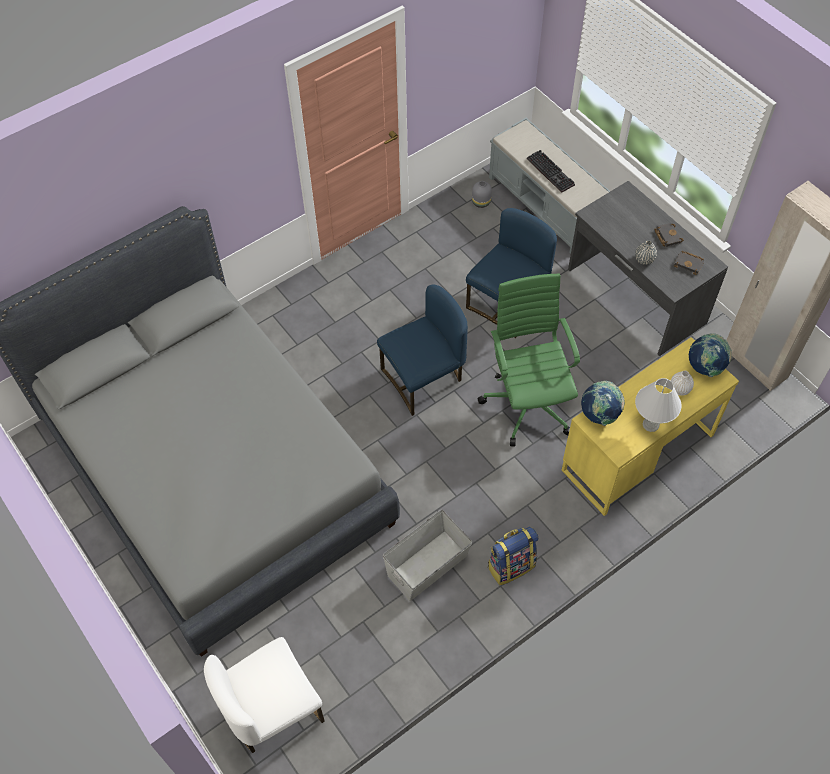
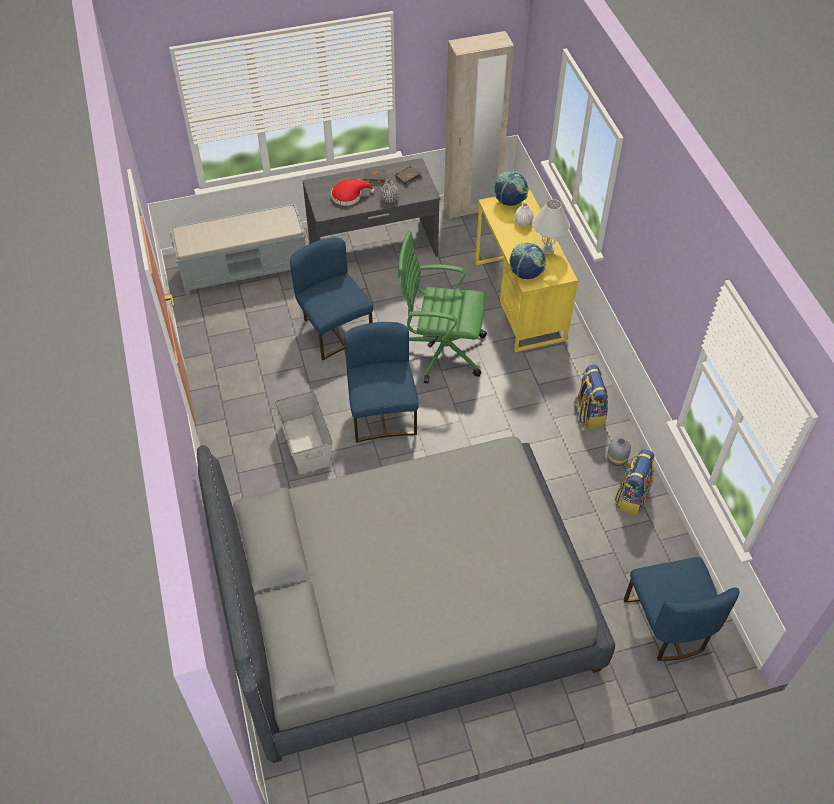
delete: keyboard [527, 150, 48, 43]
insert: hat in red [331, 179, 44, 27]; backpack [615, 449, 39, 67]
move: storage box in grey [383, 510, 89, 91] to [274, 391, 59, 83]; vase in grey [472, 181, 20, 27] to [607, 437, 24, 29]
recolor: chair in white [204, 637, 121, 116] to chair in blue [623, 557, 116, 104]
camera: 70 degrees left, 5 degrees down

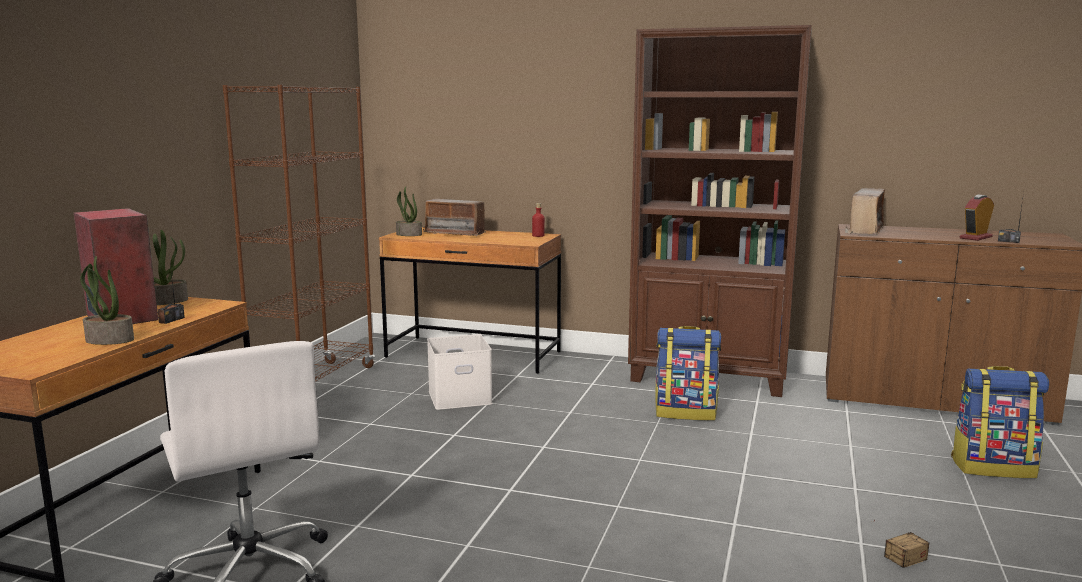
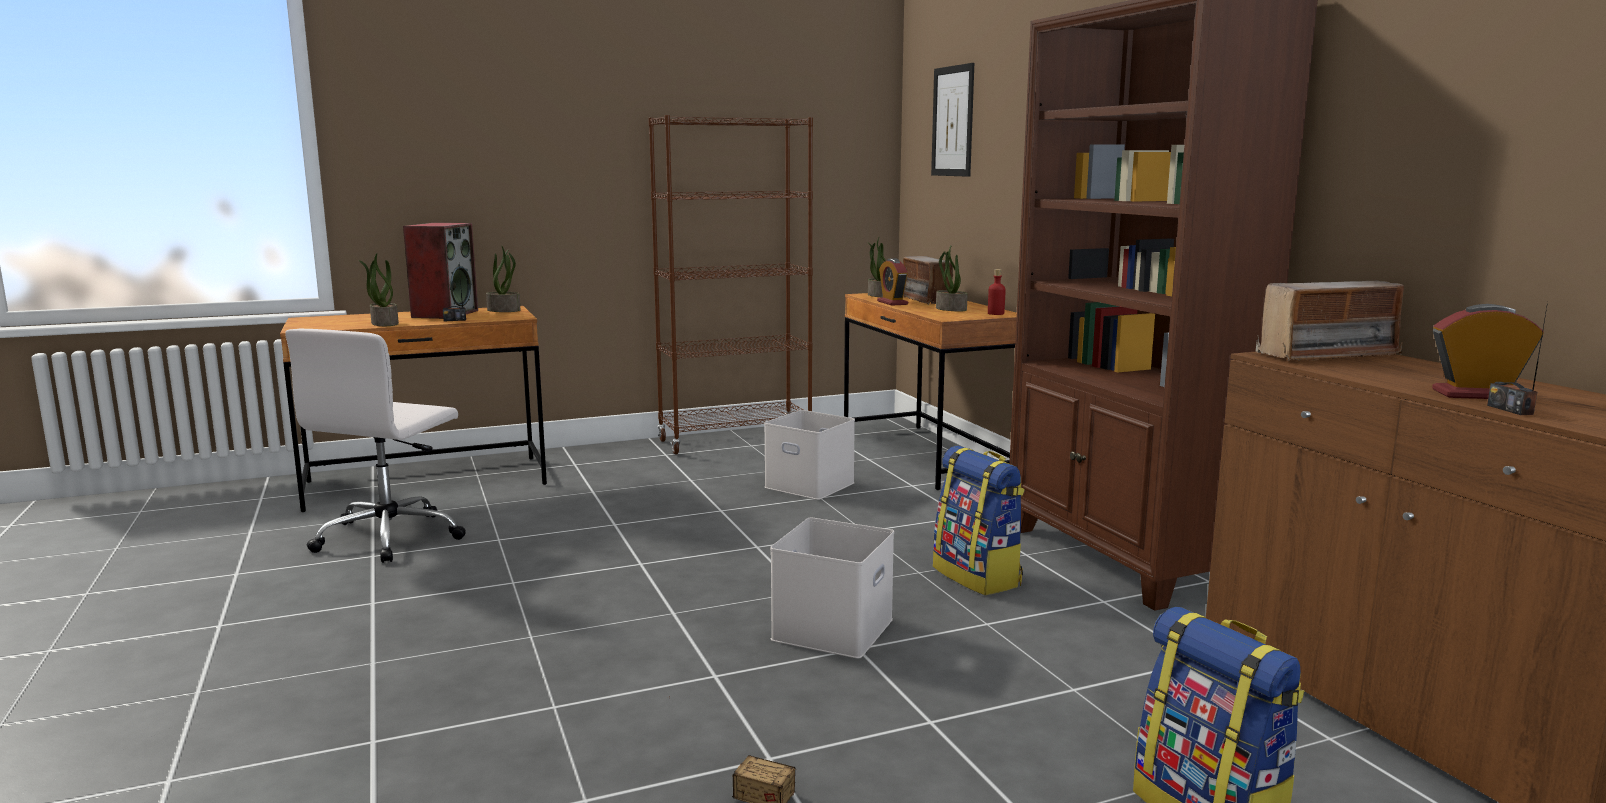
insert: storage box in white [770, 517, 124, 142]; alarm clock [877, 258, 31, 48]; picture [931, 63, 43, 114]; potted plant [936, 244, 32, 67]
camera: 50 degrees right, 0 degrees up

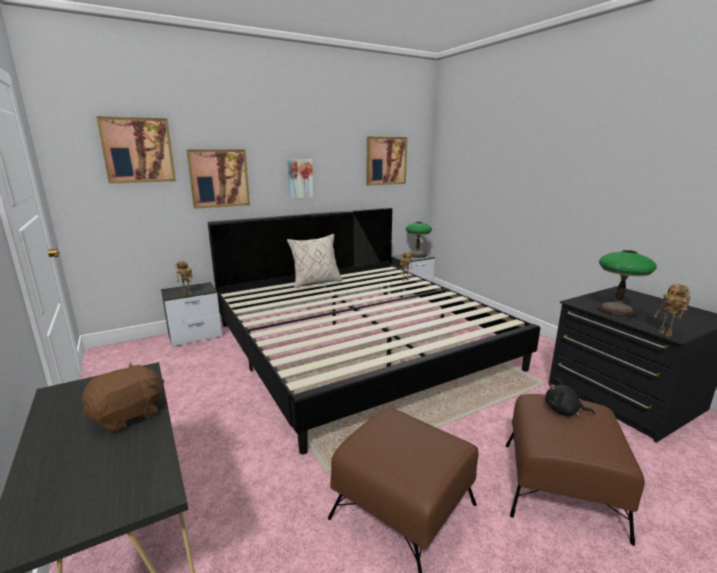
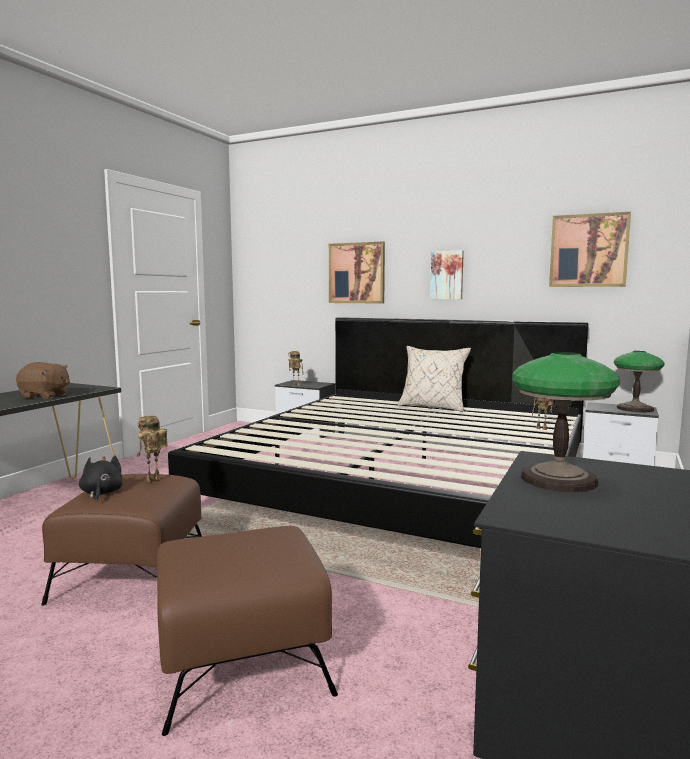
delete: picture [96, 116, 80, 68]
move: plush toy in black [545, 378, 50, 38] to [79, 456, 43, 45]; toy robot [654, 284, 37, 53] to [137, 416, 31, 66]
camera: 55 degrees right, 10 degrees down

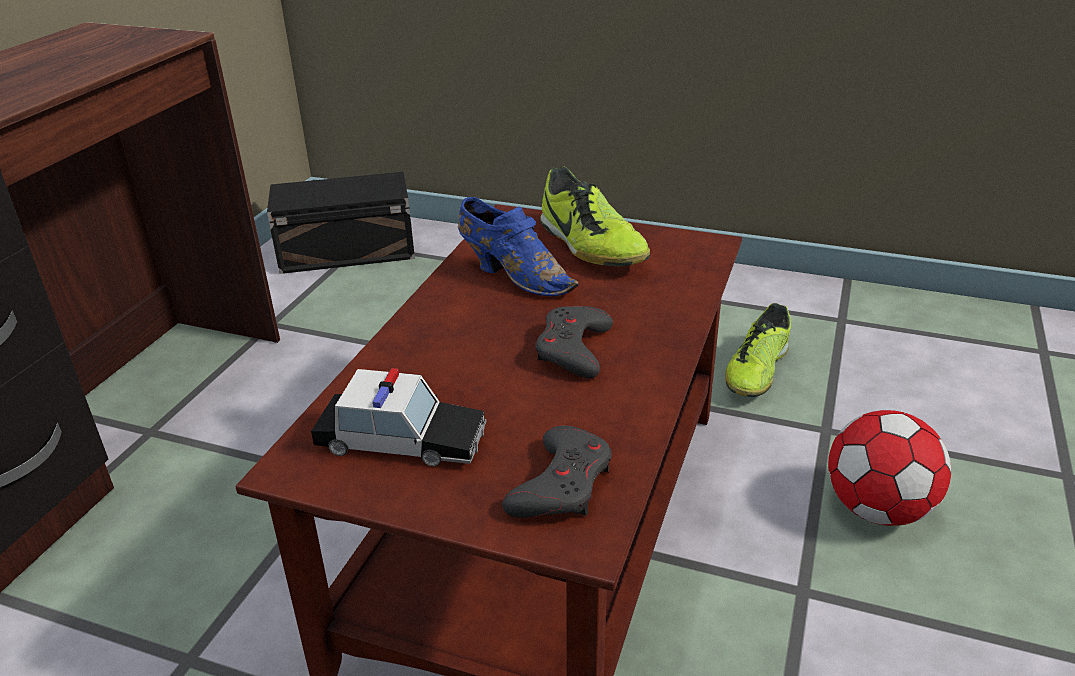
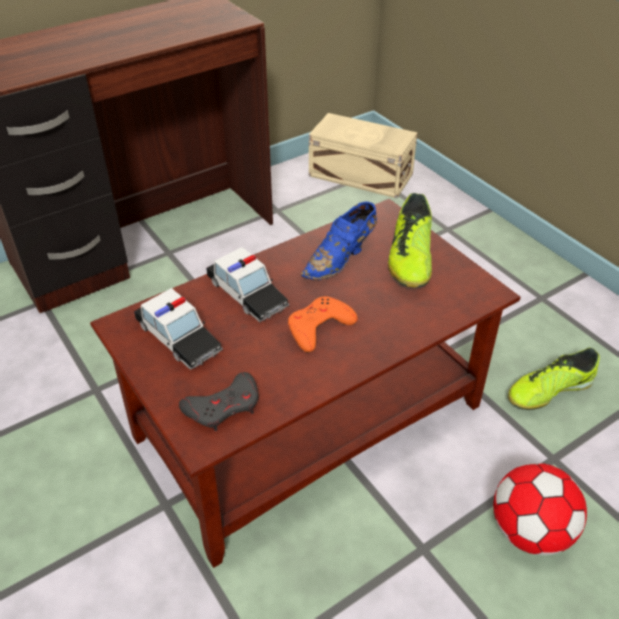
insert: toy car [206, 247, 83, 75]
recolor: game controller in grey [536, 306, 77, 73] to game controller in orange [288, 296, 70, 56]; storage box in black [267, 172, 148, 102] to storage box in beige [309, 113, 109, 85]
rotate: shoe in blue [458, 197, 121, 99] = [301, 202, 76, 78] 60 degrees clockwise
camera: 35 degrees right, 10 degrees up

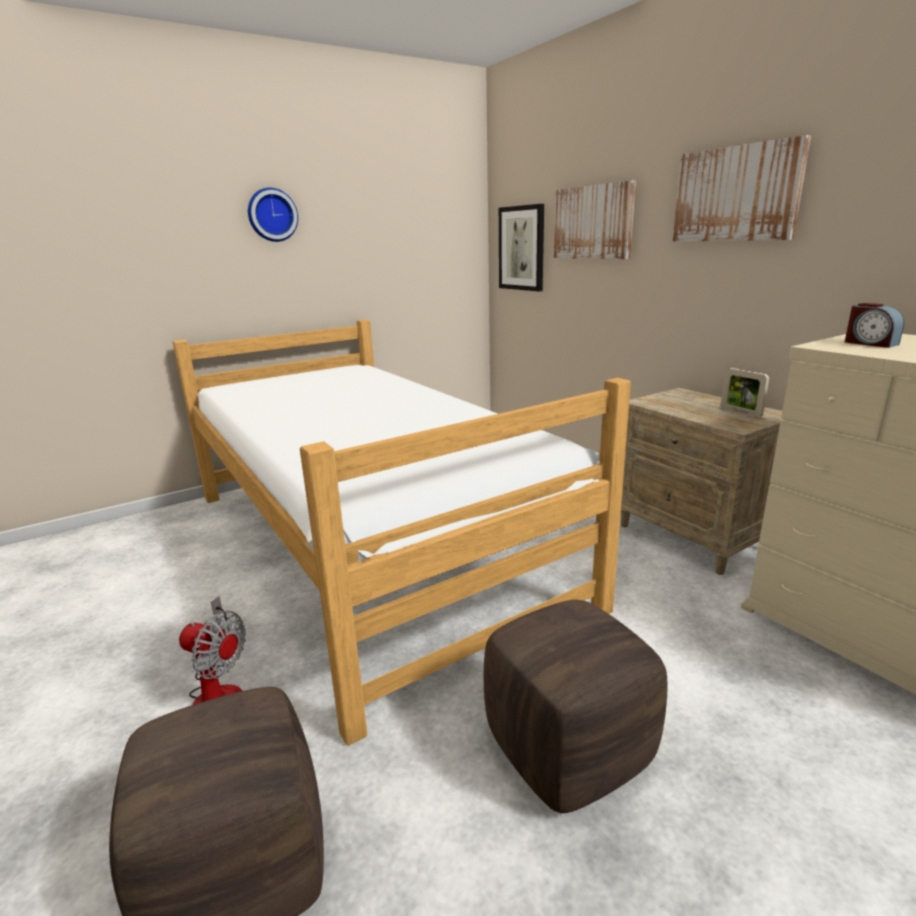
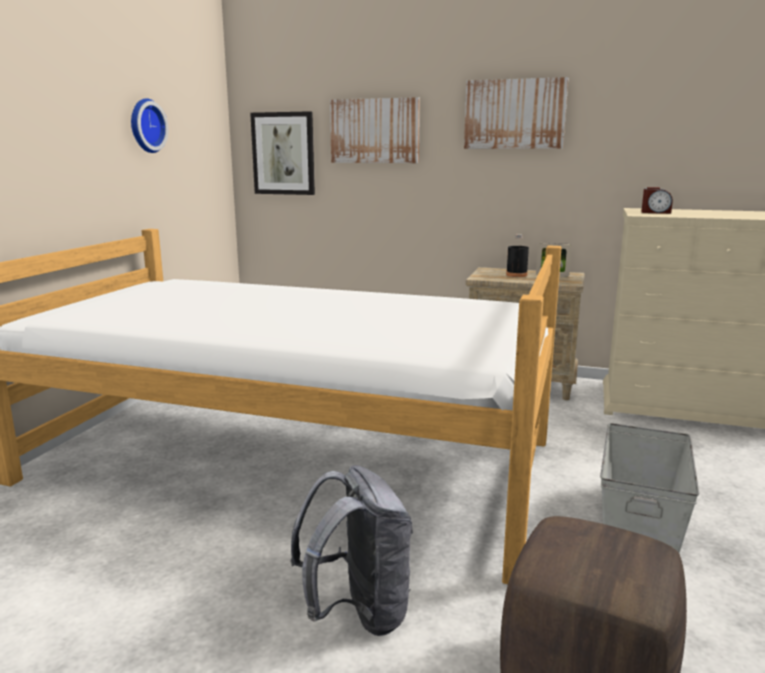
insert: bottle in black [506, 234, 23, 43]
move: wall clock [248, 188, 50, 54] to [131, 98, 37, 55]
replace: fan [179, 596, 67, 109] to backpack in grey [291, 465, 122, 171]; ottoman in brown [484, 600, 184, 213] to storage box in grey [600, 423, 99, 130]
camera: 40 degrees left, 5 degrees down

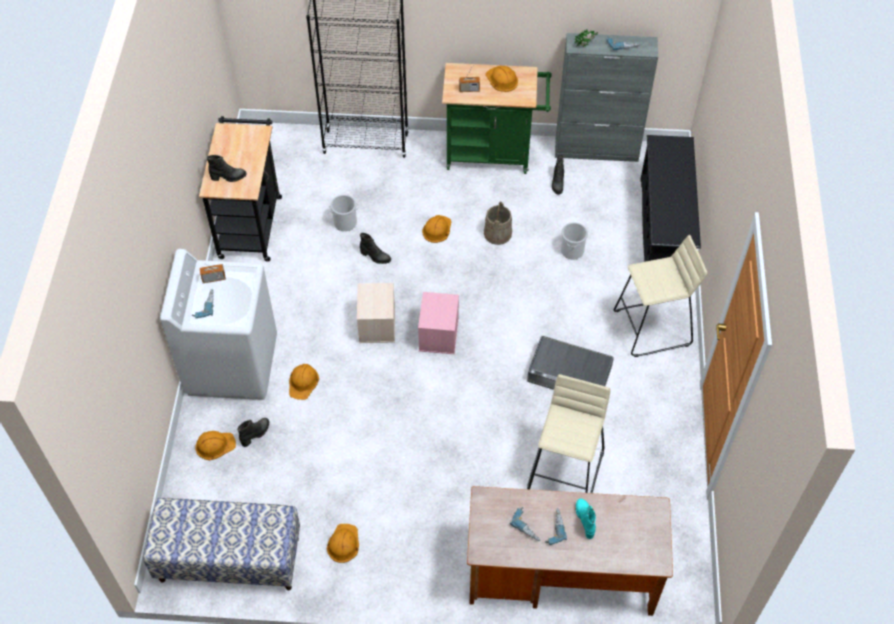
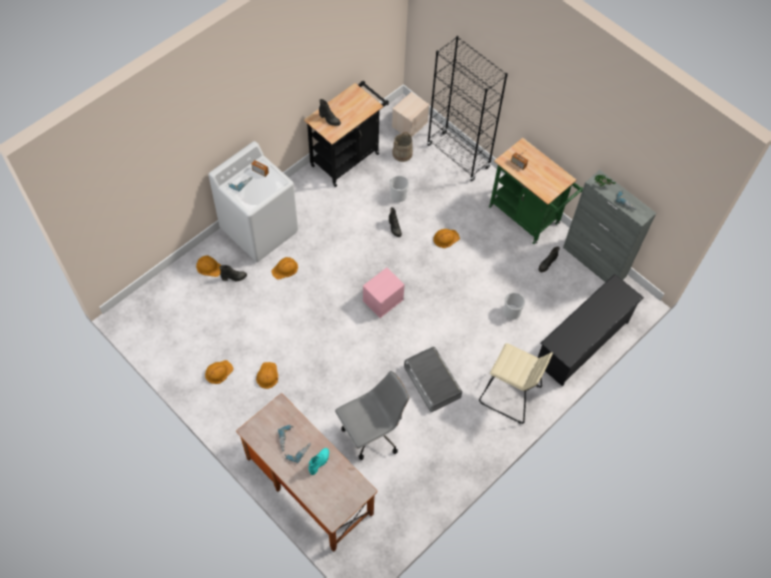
delete: bench [144, 498, 156, 92]
move: hard hat in orange [485, 66, 33, 26] to [256, 362, 22, 27]; storage box in beige [357, 283, 38, 60] to [392, 92, 38, 46]; bucket in beige [484, 201, 28, 44] to [392, 132, 21, 30]
replace: stool in beige [527, 374, 84, 119] to office chair in grey [335, 371, 74, 89]
camera: 40 degrees right, 5 degrees up

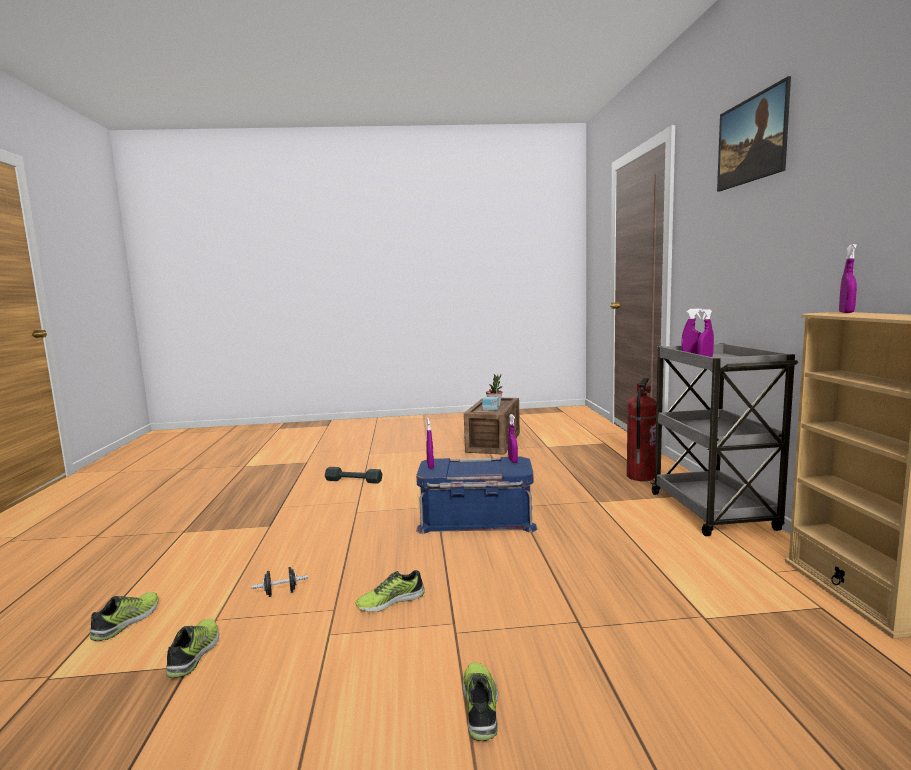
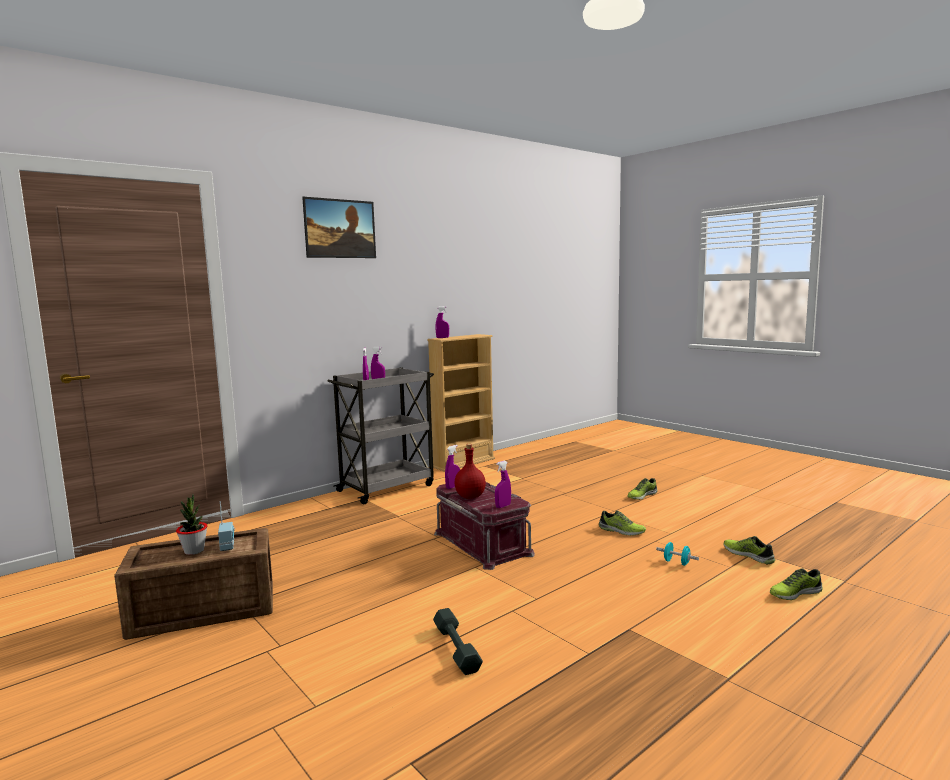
delete: fire extinguisher [627, 378, 29, 103]
insert: bottle in red [455, 444, 31, 55]
recolor: storage box in blue [416, 457, 121, 77] to storage box in red [434, 482, 101, 88]; dumbbell in black [251, 567, 57, 30] to dumbbell in turquoise [656, 542, 43, 24]
rotate: shoe [166, 619, 53, 59] = [723, 536, 52, 28] 90 degrees clockwise
camera: 125 degrees left, 0 degrees up

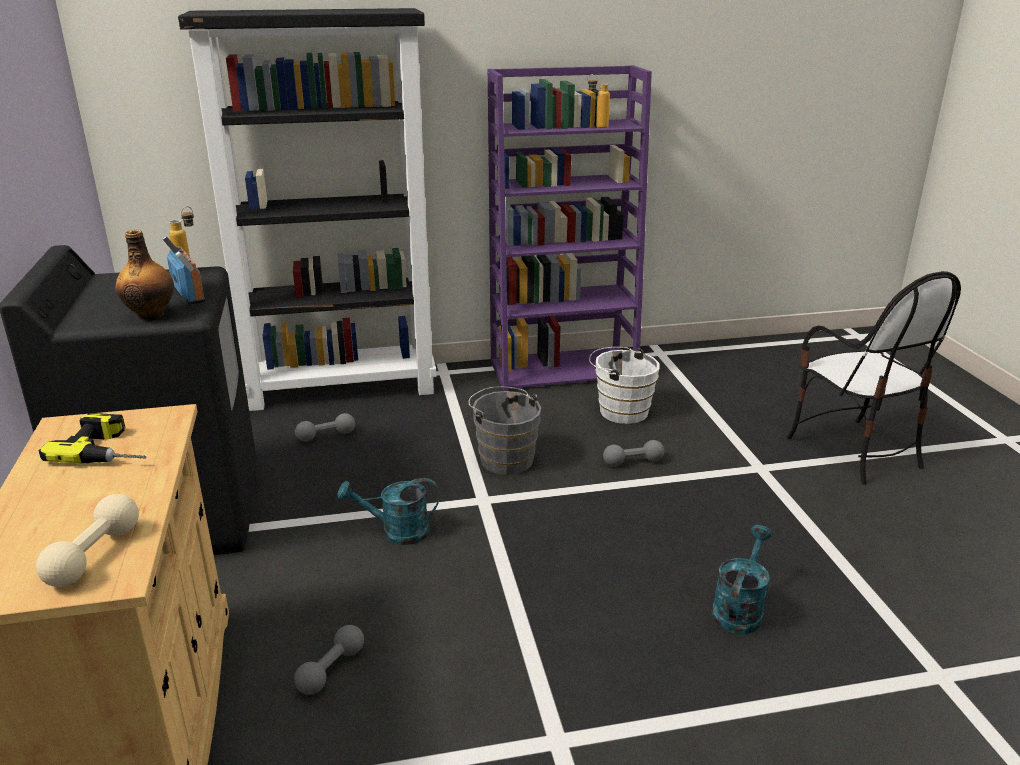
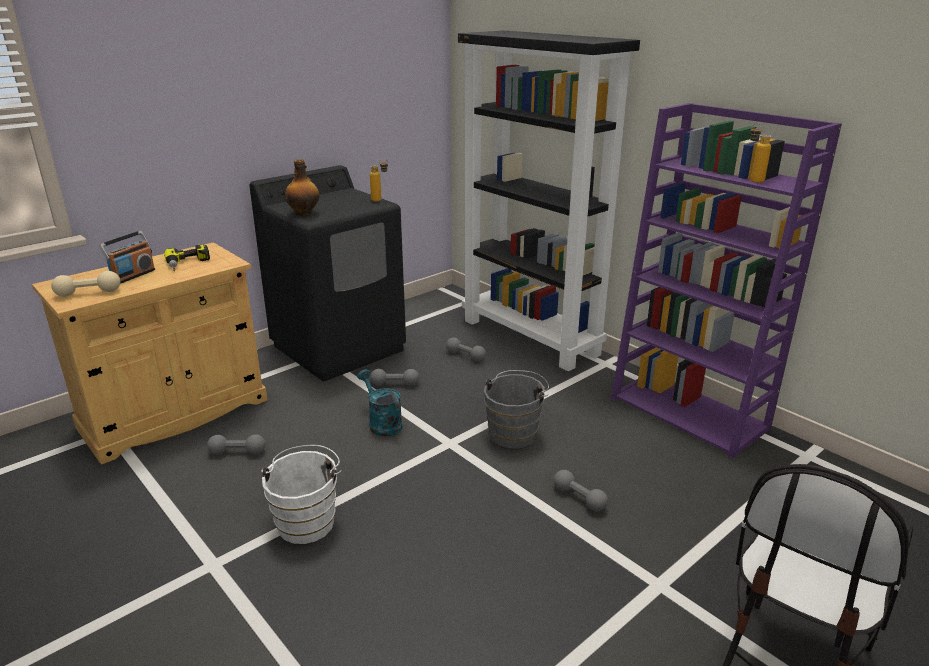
delete: watering can in turquoise [712, 525, 60, 109]
insert: dumbbell in grey [370, 369, 49, 17]
move: radio [163, 236, 42, 69] to [99, 231, 56, 53]; bucket in white [589, 347, 71, 77] to [261, 445, 80, 99]
camera: 60 degrees right, 0 degrees up

